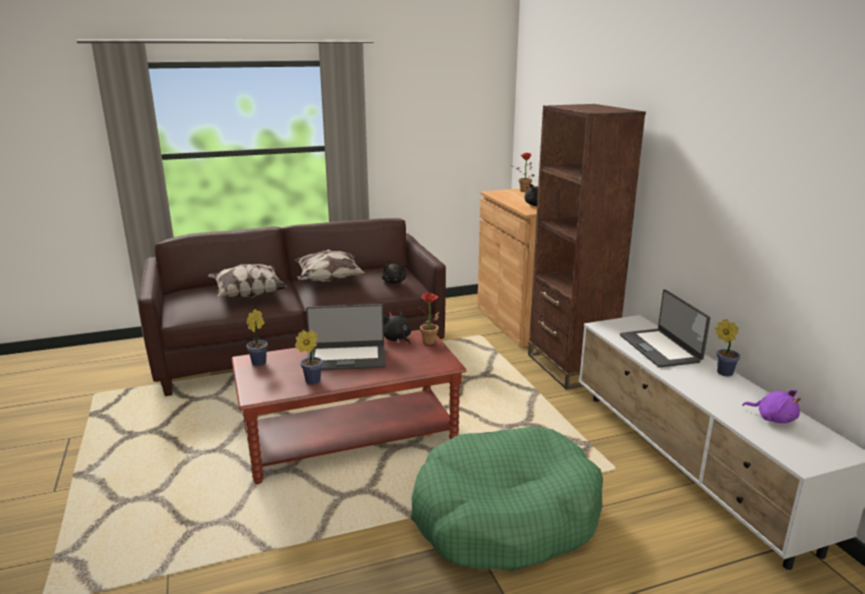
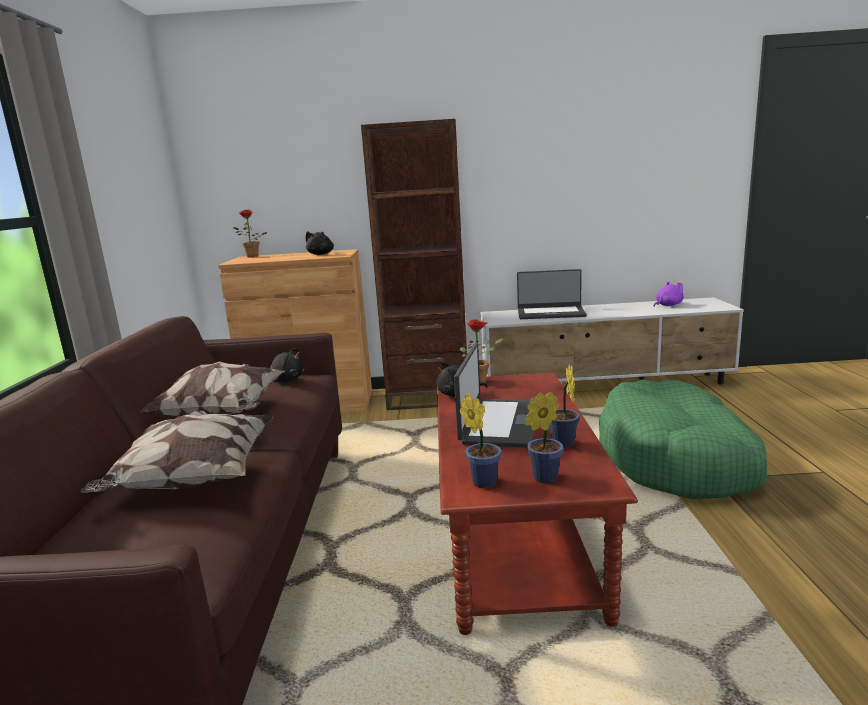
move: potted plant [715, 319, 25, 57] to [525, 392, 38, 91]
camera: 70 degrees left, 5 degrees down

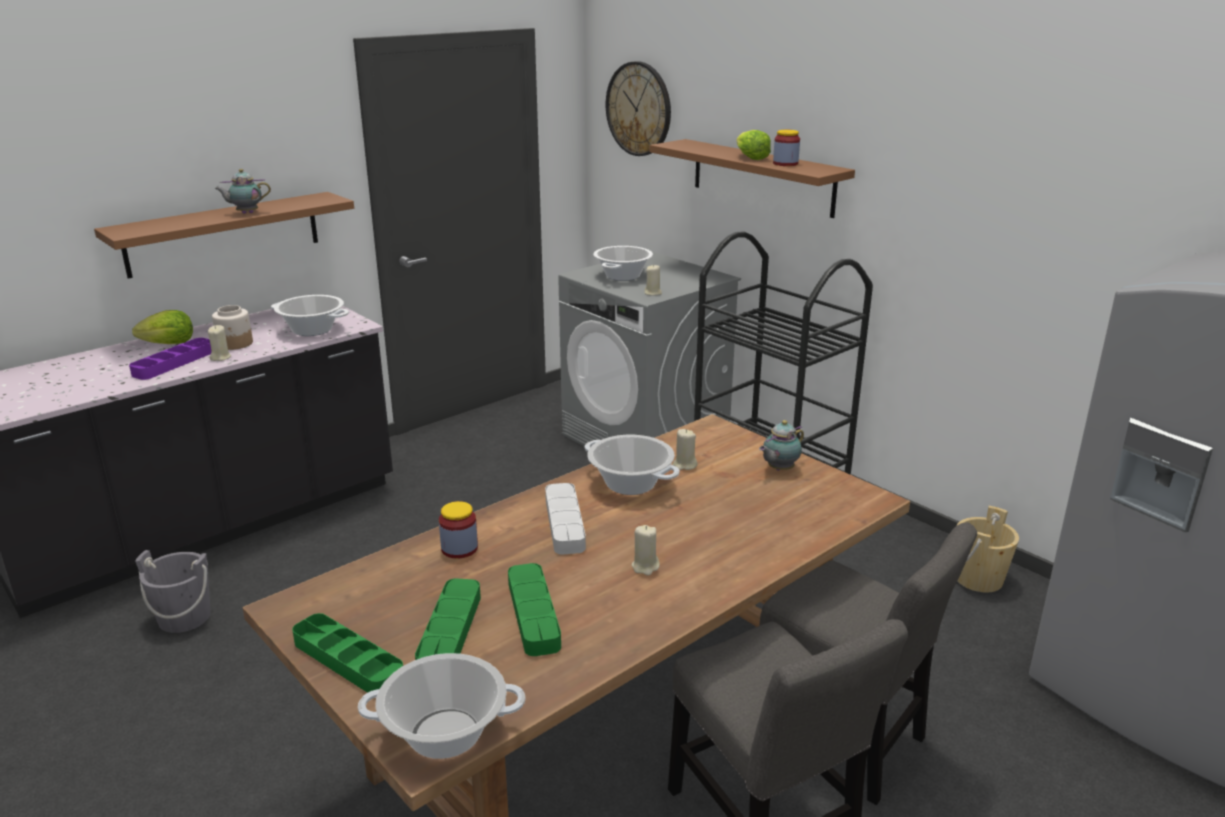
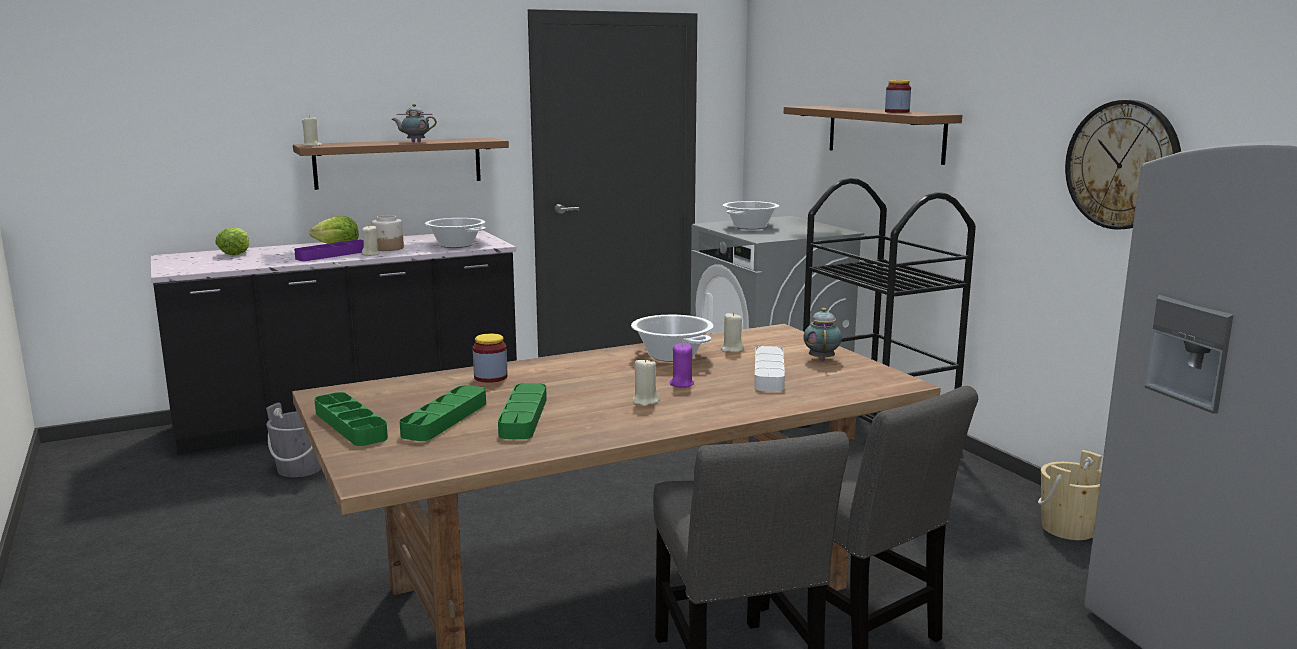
delete: cooking pot [358, 653, 168, 106]
insert: candle in purple [670, 343, 24, 45]
move: lettuce [737, 130, 34, 30] to [215, 227, 34, 28]; candle in beige [644, 264, 18, 32] to [302, 116, 20, 30]; tray in grey [545, 483, 41, 71] to [754, 346, 31, 45]; wall clock [606, 61, 65, 95] to [1065, 100, 116, 130]
rotate: teapot [759, 420, 45, 51] = [803, 308, 39, 53] 120 degrees clockwise
camera: 15 degrees right, 10 degrees down

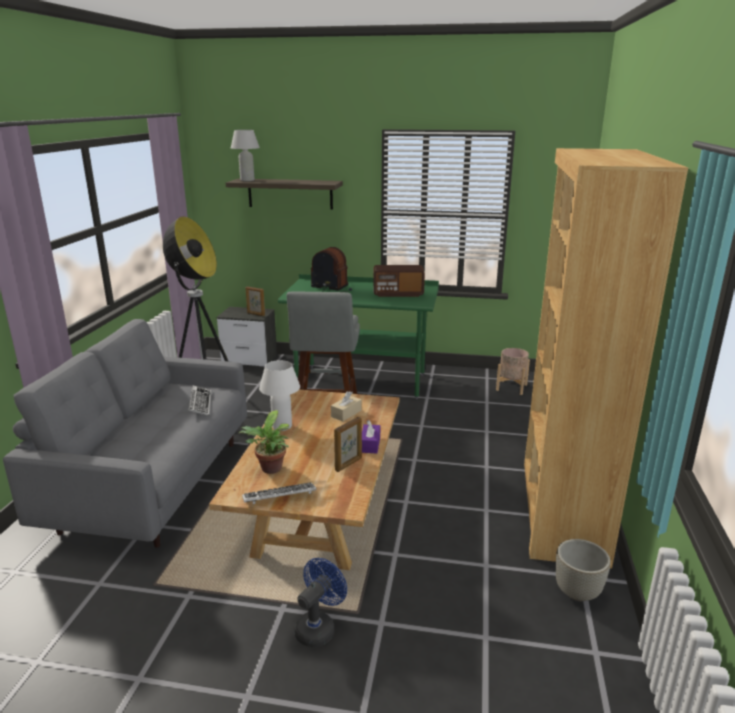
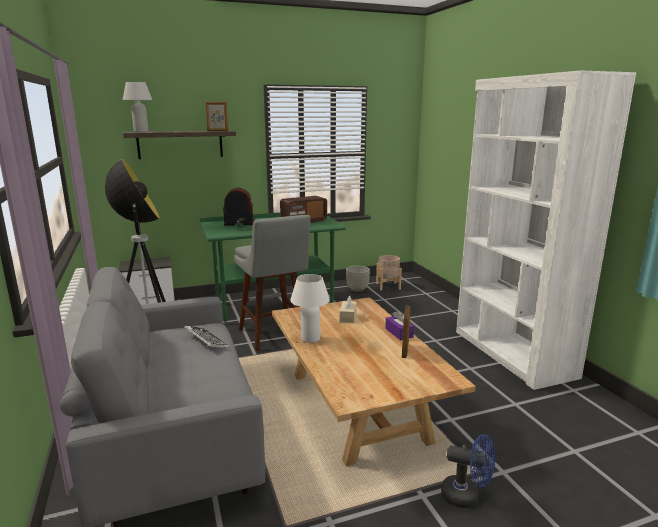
delete: potted plant [239, 410, 50, 64]; keyboard [242, 482, 74, 22]
move: picture frame [246, 286, 19, 30] to [205, 102, 23, 29]; planter in grey [556, 539, 55, 62] to [346, 266, 24, 26]
recolor: bookcase in brown [524, 148, 164, 420] to bookcase in white [456, 70, 180, 320]
rotate: fan in blue [294, 558, 53, 89] = [441, 434, 54, 74] 105 degrees clockwise
camera: 30 degrees left, 5 degrees down

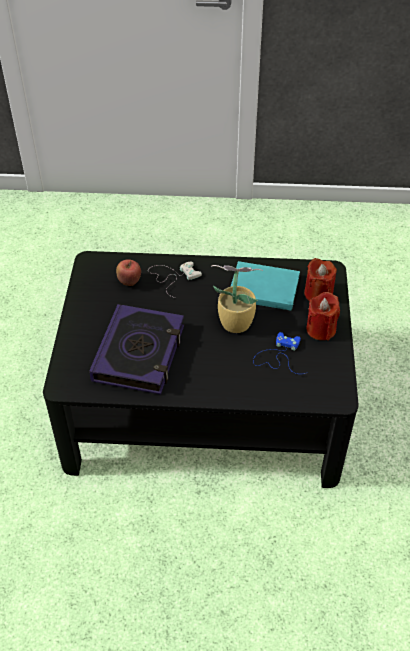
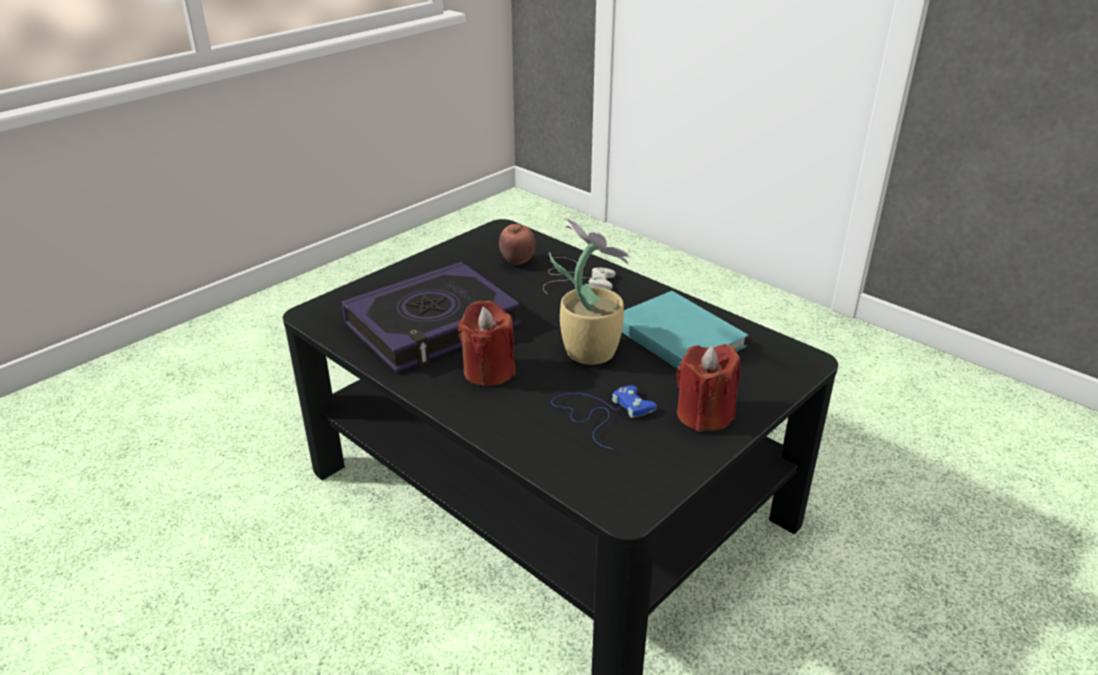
move: candle in red [304, 258, 33, 43] to [458, 301, 57, 86]
camera: 40 degrees right, 15 degrees down

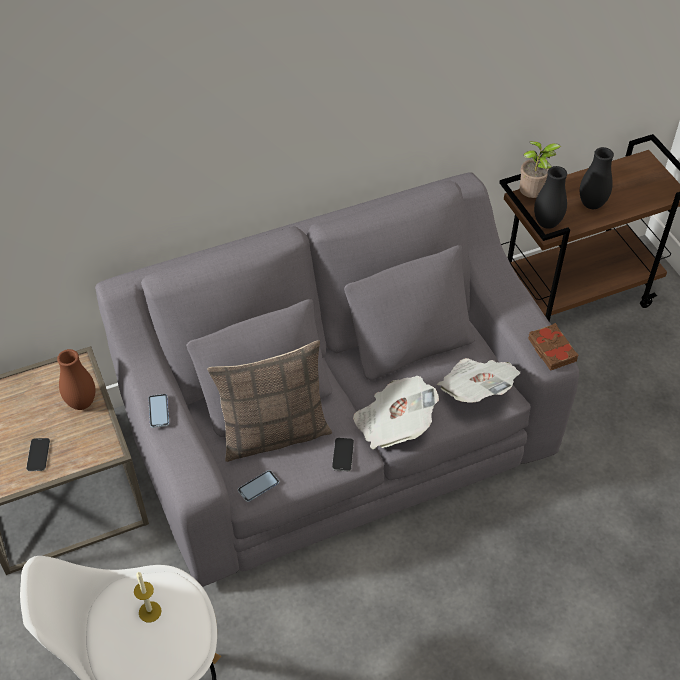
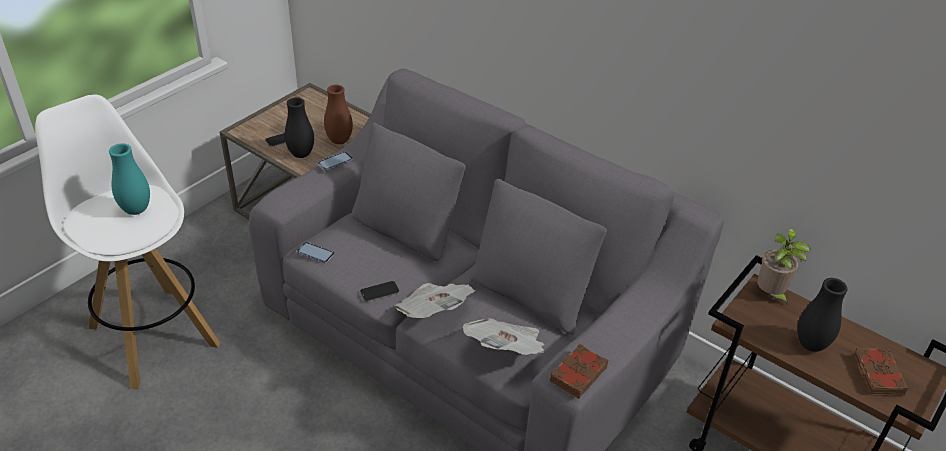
delete: pillow [207, 341, 125, 121]
insert: book in brown [853, 348, 55, 48]
move: vase in black [534, 166, 33, 63] to [285, 97, 29, 61]
replace: candle [134, 572, 27, 50] to vase in turquoise [109, 143, 41, 72]
camera: 60 degrees right, 10 degrees down

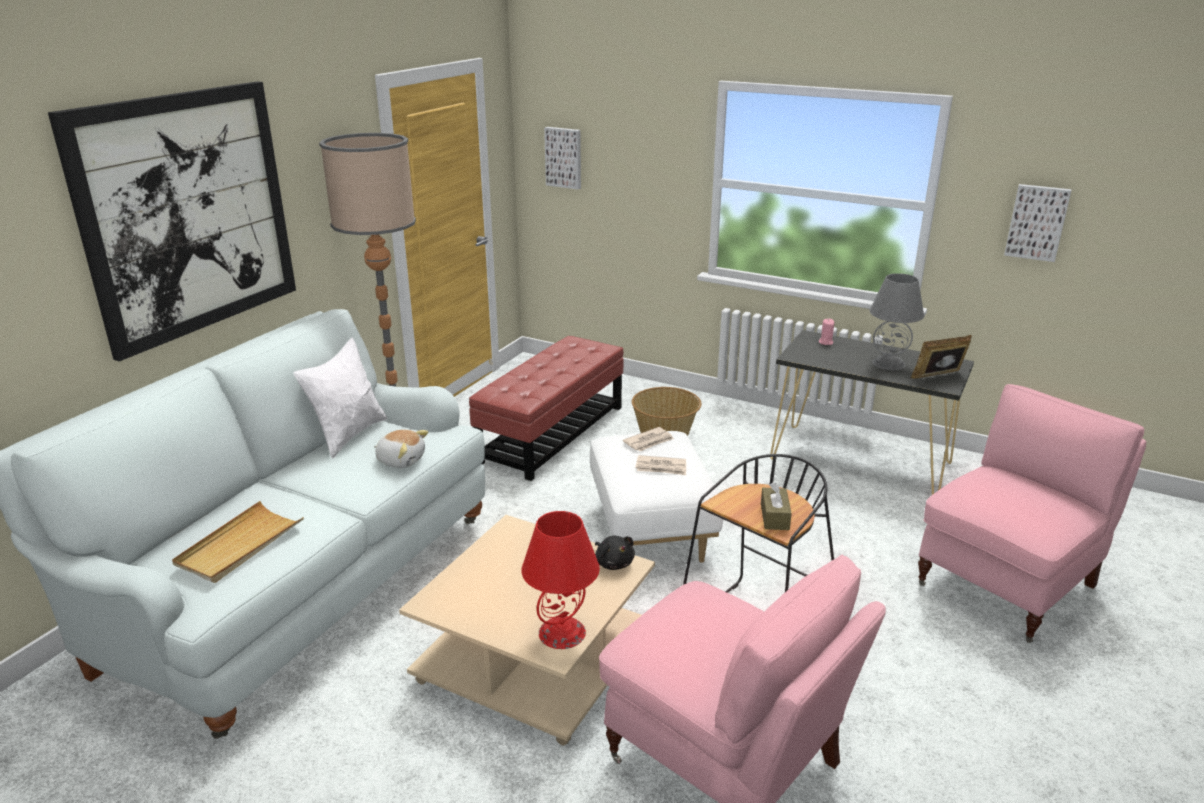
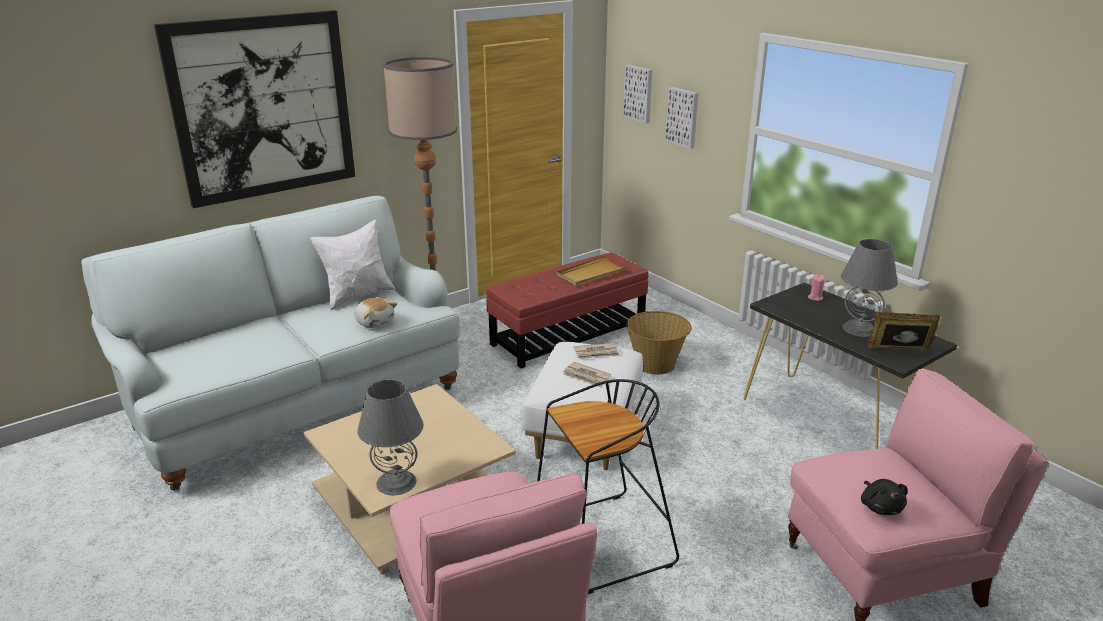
delete: tissue box in brown [761, 483, 31, 47]
move: tray in beige [172, 501, 132, 82] to [557, 255, 72, 32]; picture [1004, 184, 68, 78] to [665, 87, 33, 62]; plush toy in black [595, 536, 40, 34] to [861, 479, 47, 36]
recolor: table lamp in red [521, 511, 79, 138] to table lamp in grey [357, 379, 67, 116]
camera: 25 degrees right, 0 degrees up

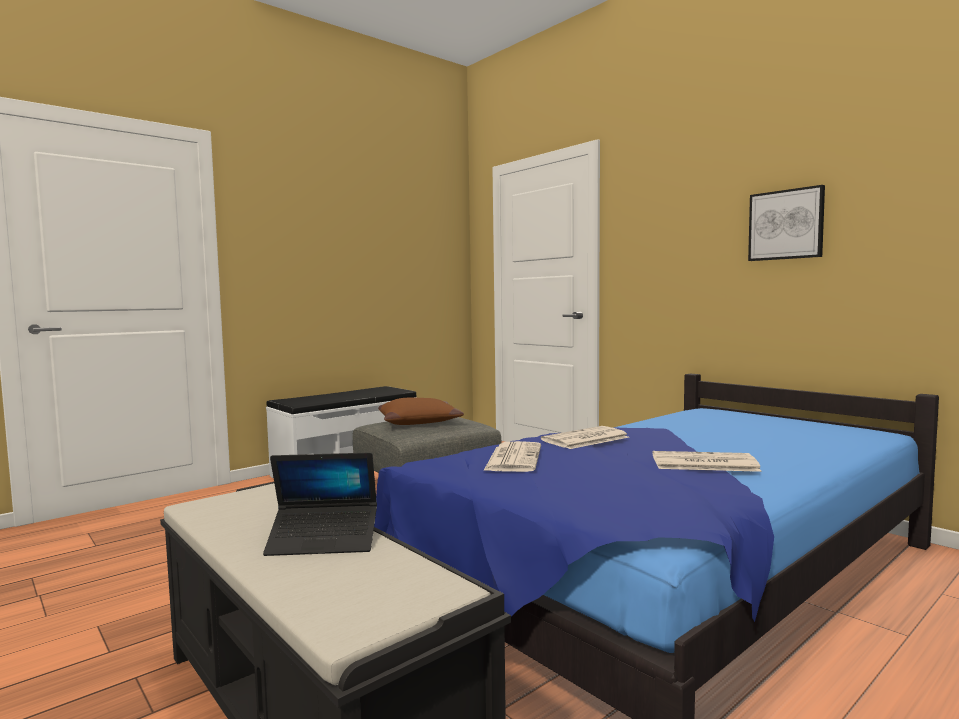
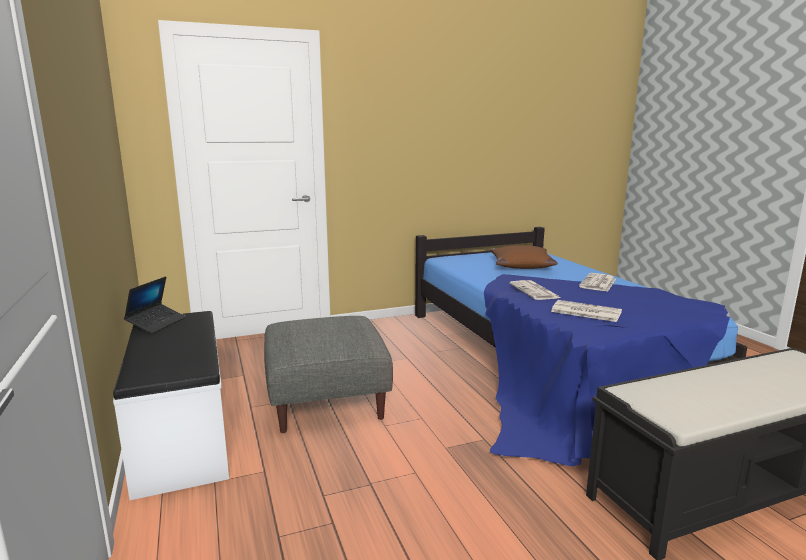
delete: picture [748, 185, 77, 76]
move: laptop [263, 452, 114, 104] to [124, 276, 62, 58]; pillow in brown [378, 398, 86, 27] to [490, 245, 68, 24]
camera: 70 degrees left, 10 degrees up

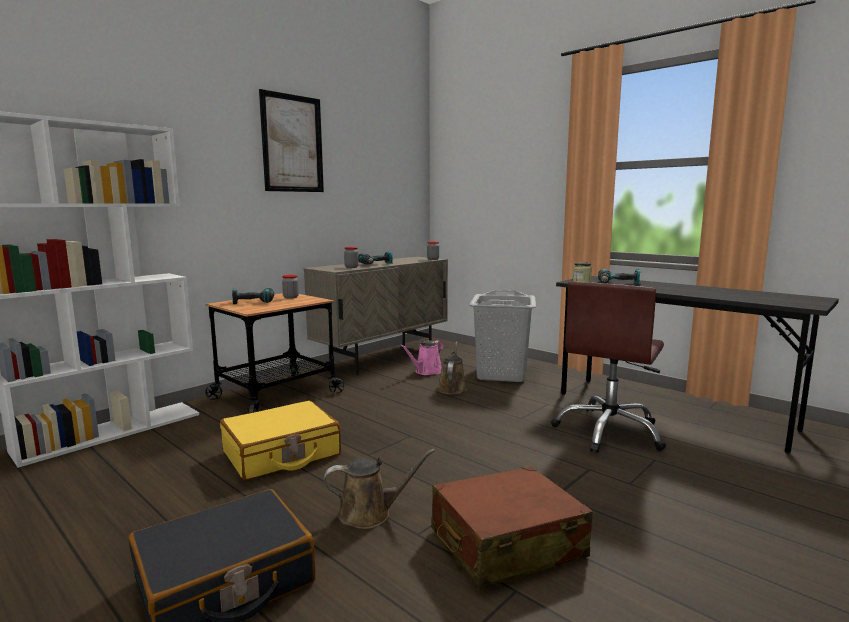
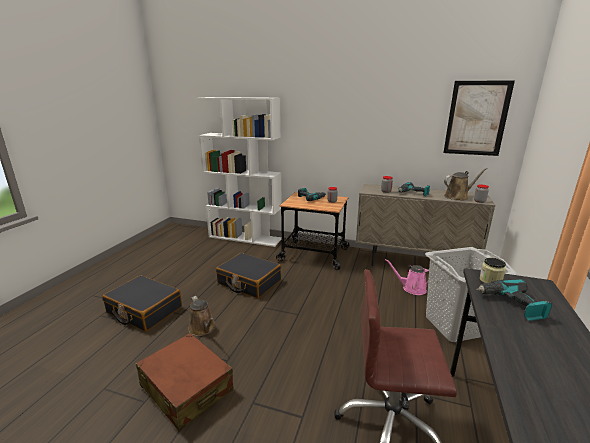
move: picture [259, 89, 65, 103] to [443, 80, 72, 76]; watering can in brown [437, 341, 30, 53] to [444, 168, 44, 32]
recolor: suitcase in yellow [220, 401, 121, 80] to suitcase in black [216, 253, 65, 46]
camera: 65 degrees right, 10 degrees up

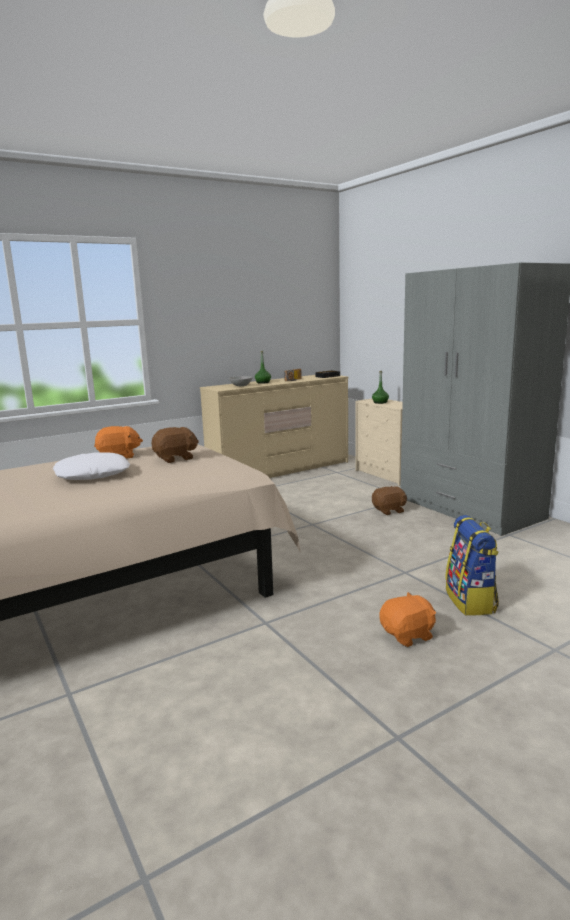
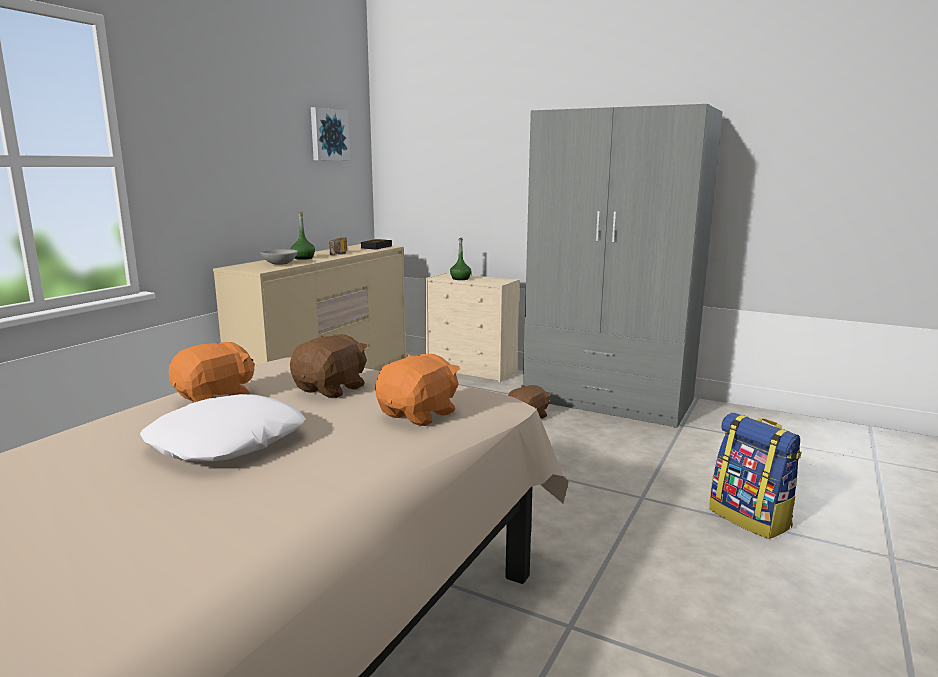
insert: picture [311, 107, 39, 54]
move: plush toy in orange [379, 592, 57, 55] to [375, 354, 85, 72]
camera: 30 degrees left, 0 degrees up

